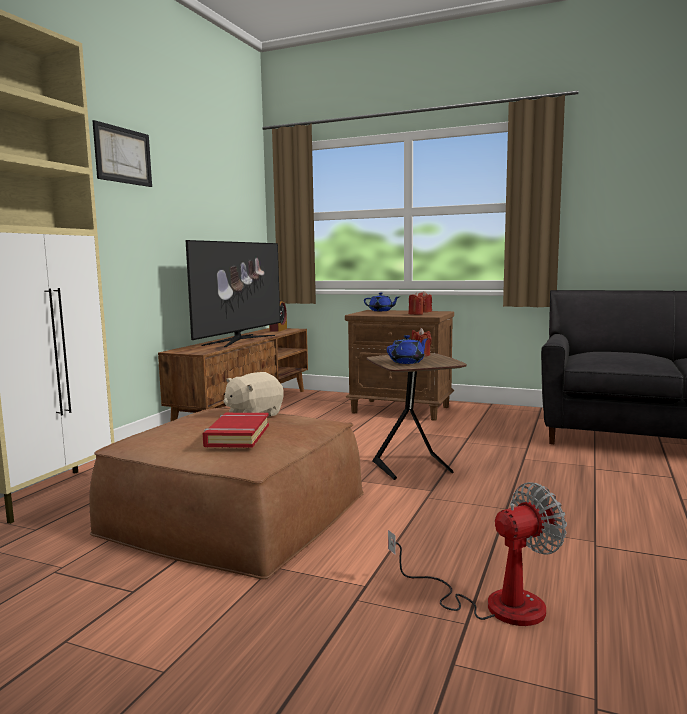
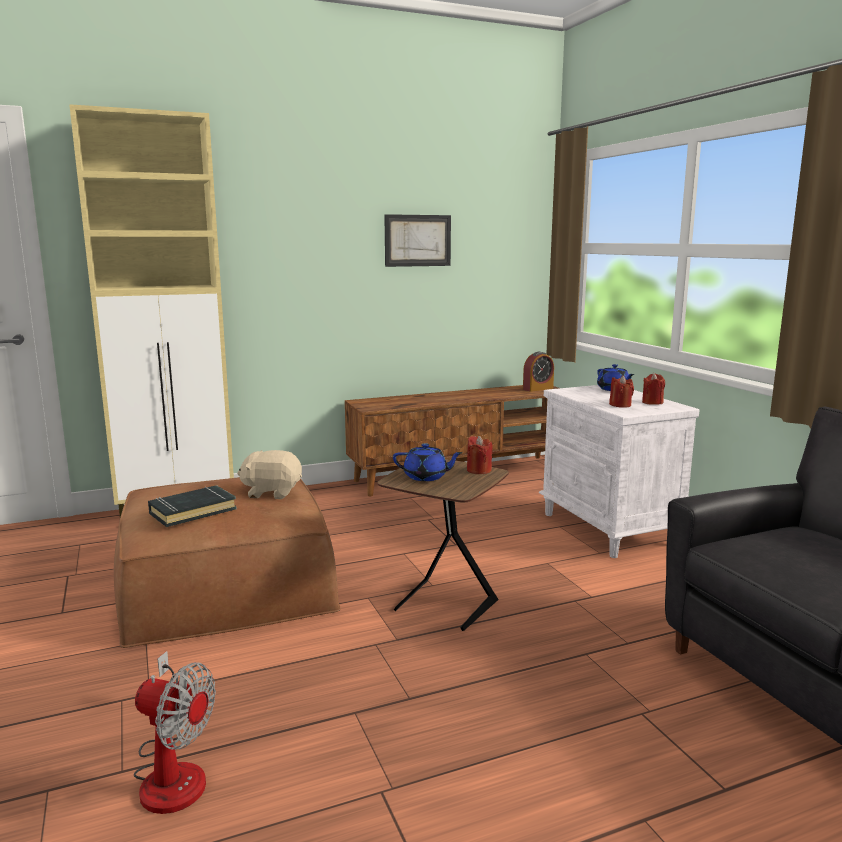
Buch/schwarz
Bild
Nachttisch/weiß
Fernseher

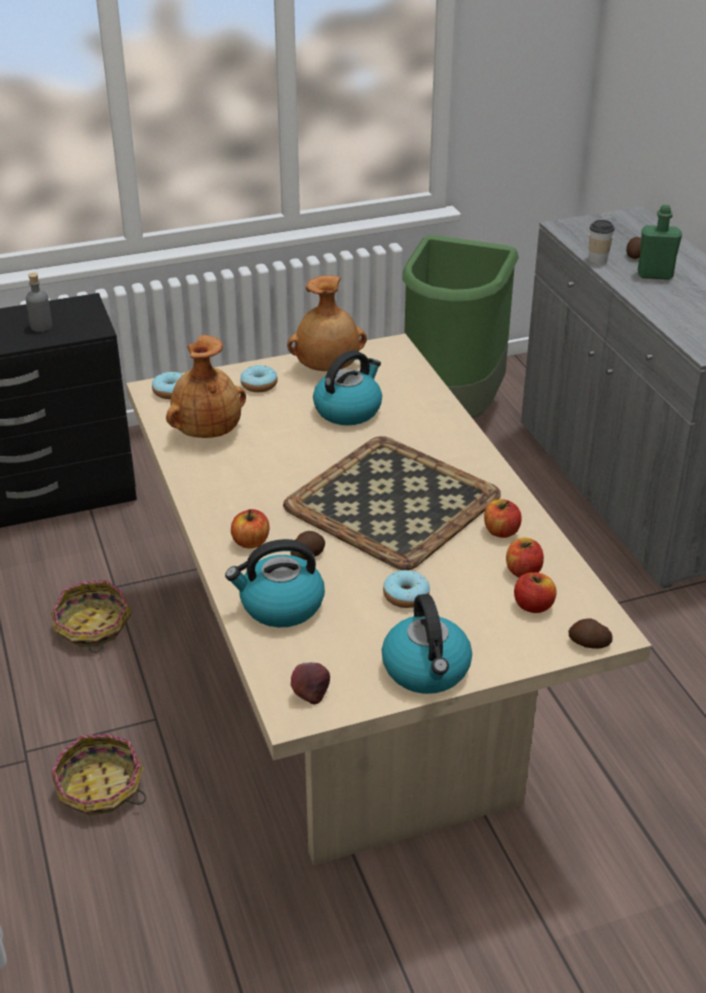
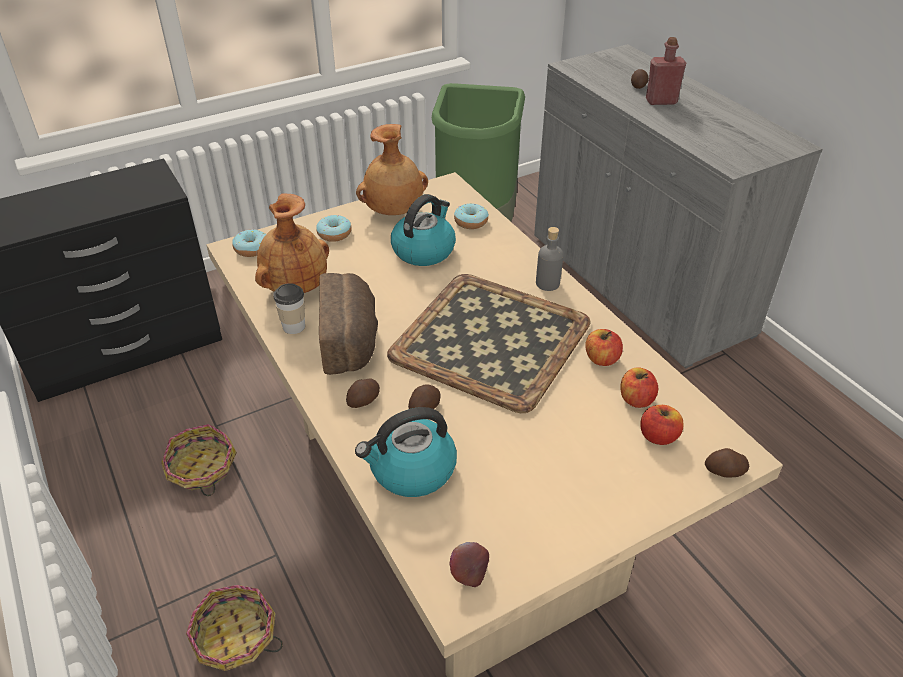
Tasse
Brot
Kartoffel (1st from left)
Donut (3rd from left)
Flasche/grau
Flasche/rot
Wasserkessel (3rd from left in the first image)

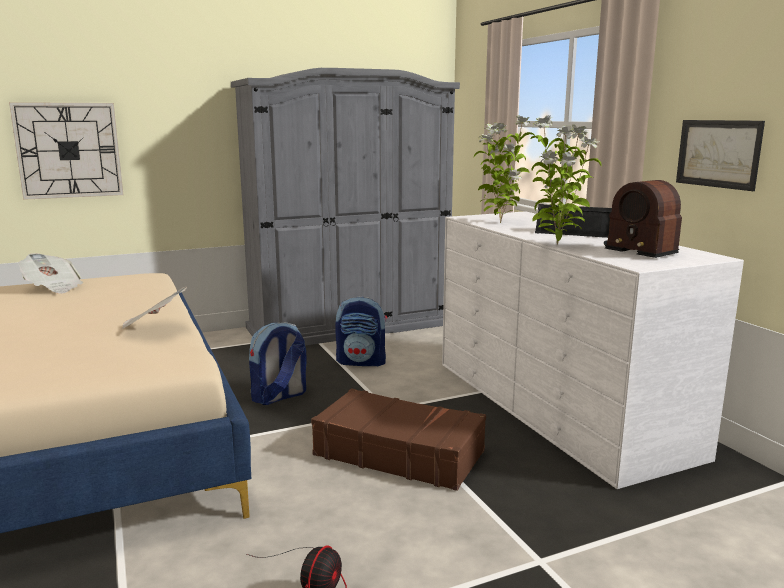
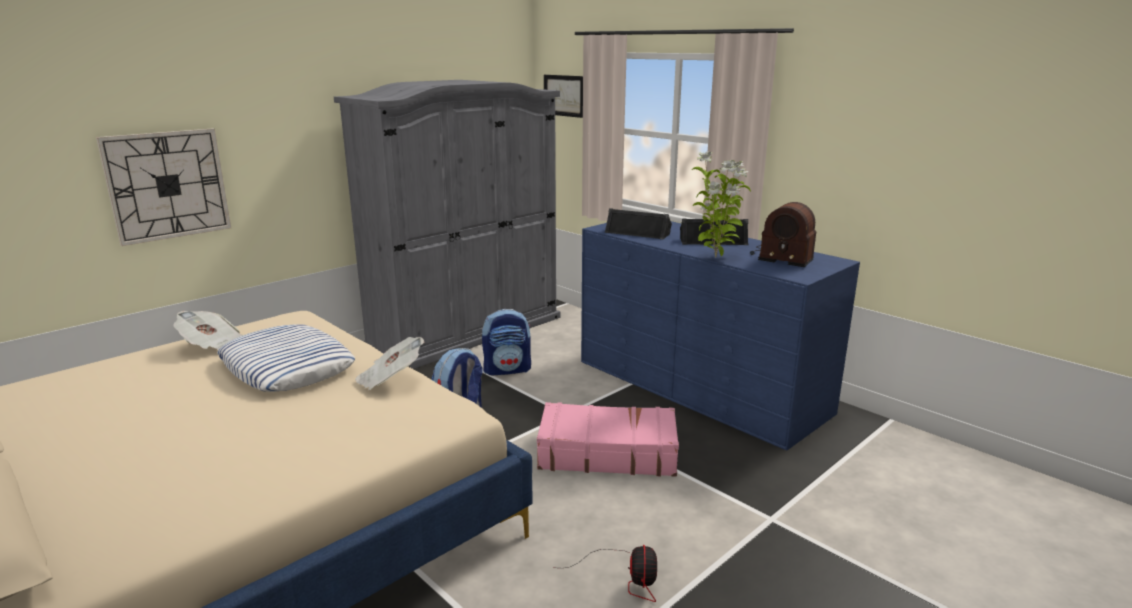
Kissen
Koffer/rosa
Bild
Kommode/blau
Lautsprecher/schwarz (1st from left)

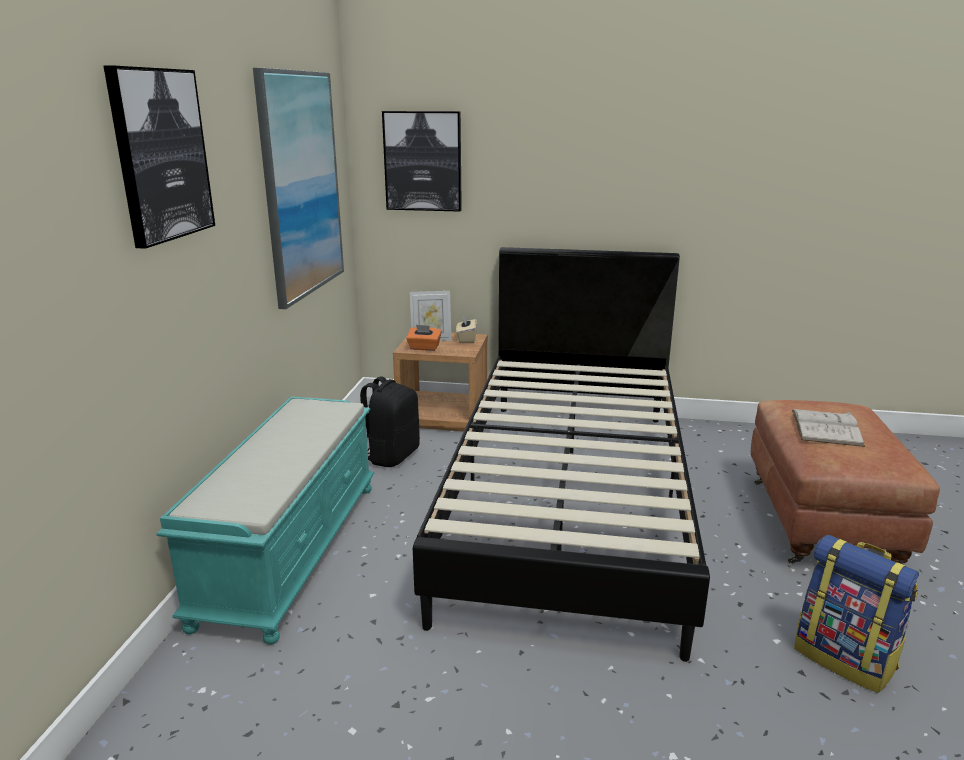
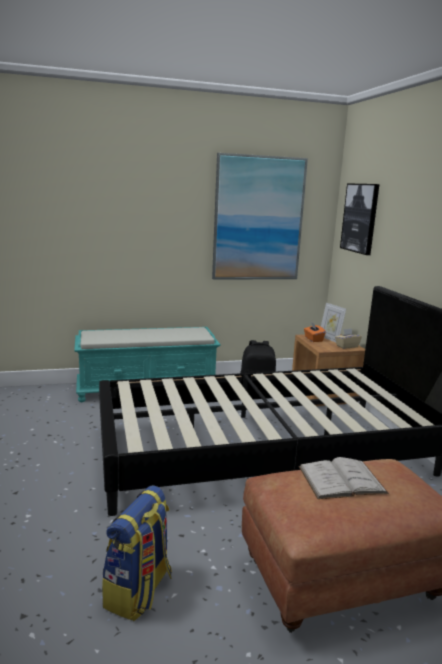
Bild (1st from left in the first image)

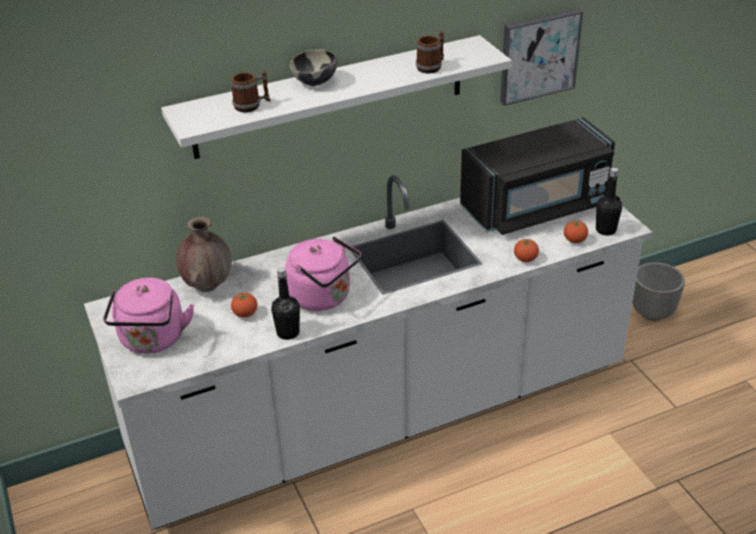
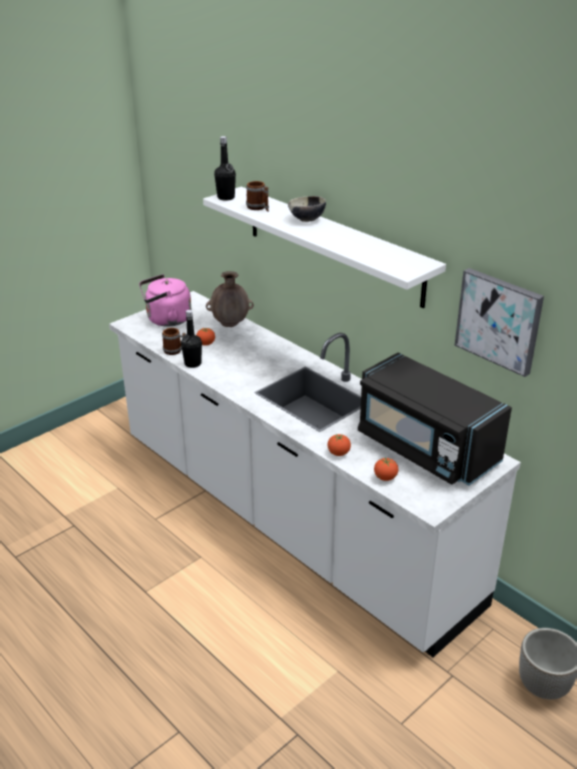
Henkelbecher (1st from left)
Flasche/schwarz (2nd from left)
Wasserkessel/rosa (2nd from left in the first image)

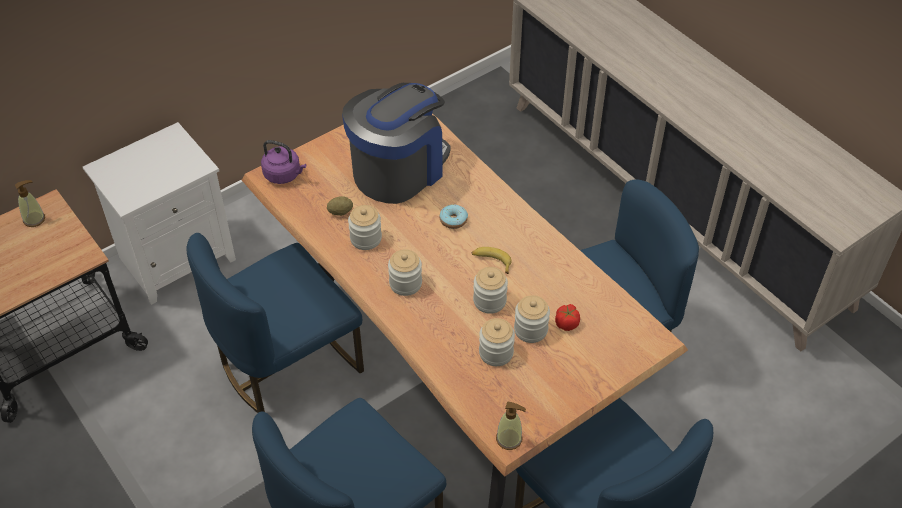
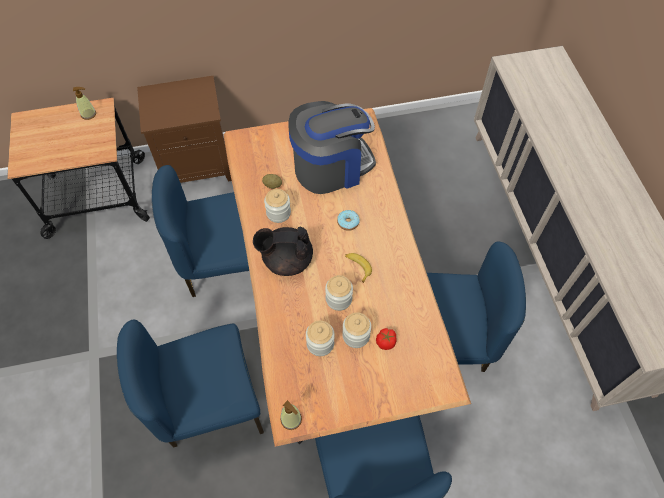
Nachttisch/braun
Teekanne/schwarz
Wasserkessel/lila

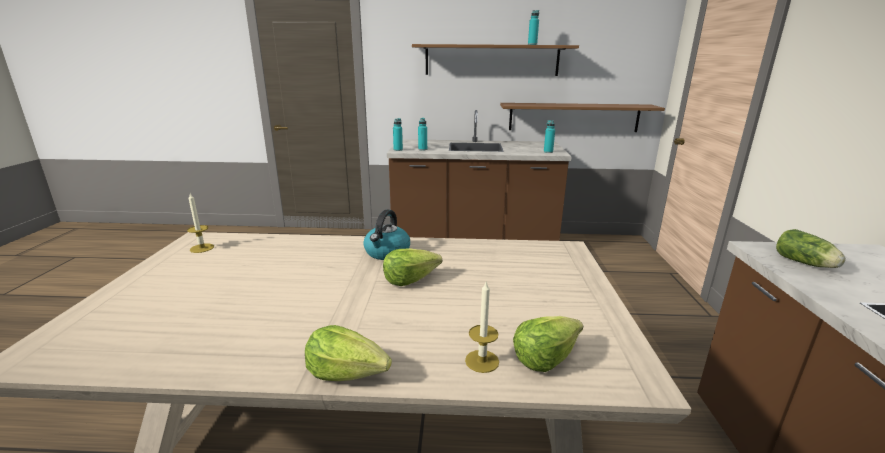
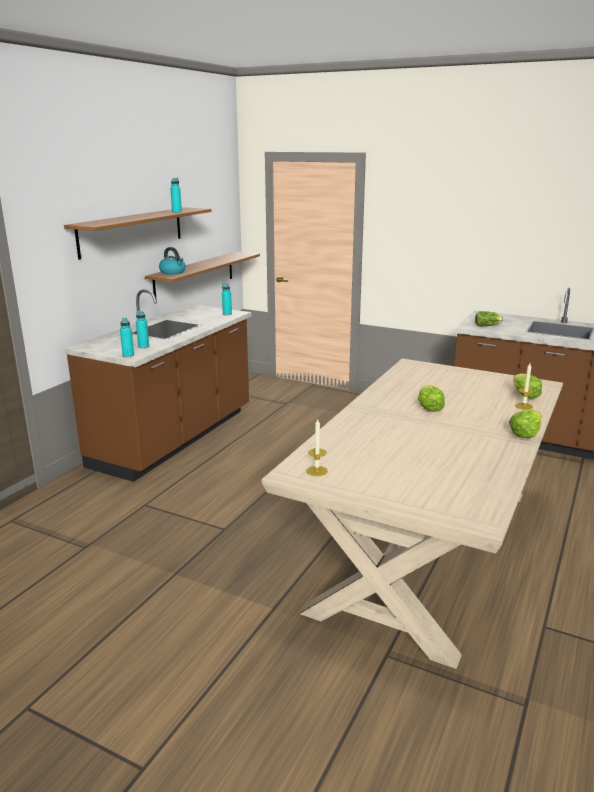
Wasserkessel

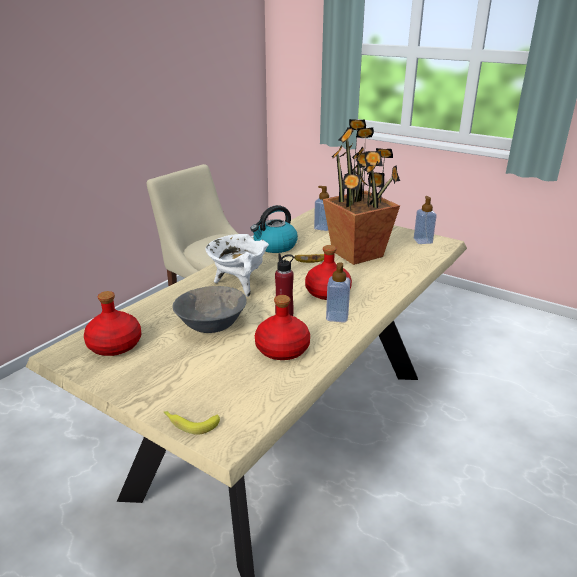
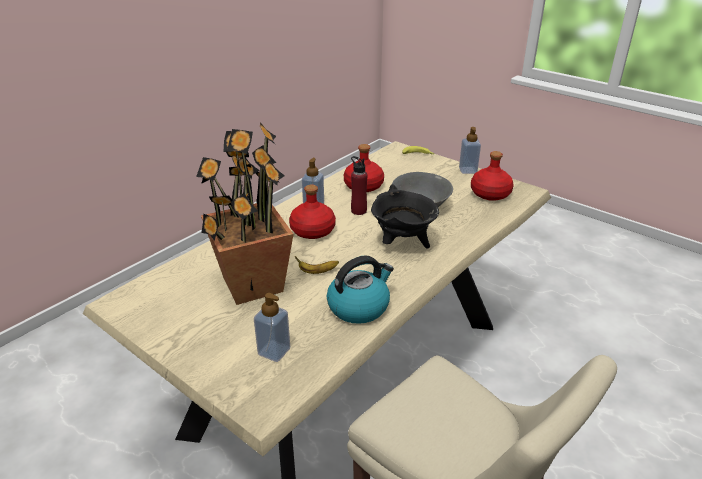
Kochtopf/schwarz
Seifenspender (3rd from left)

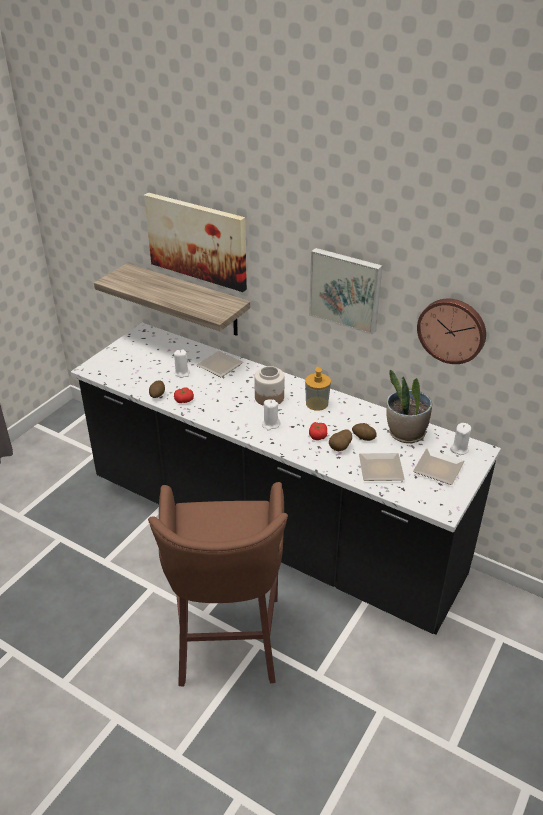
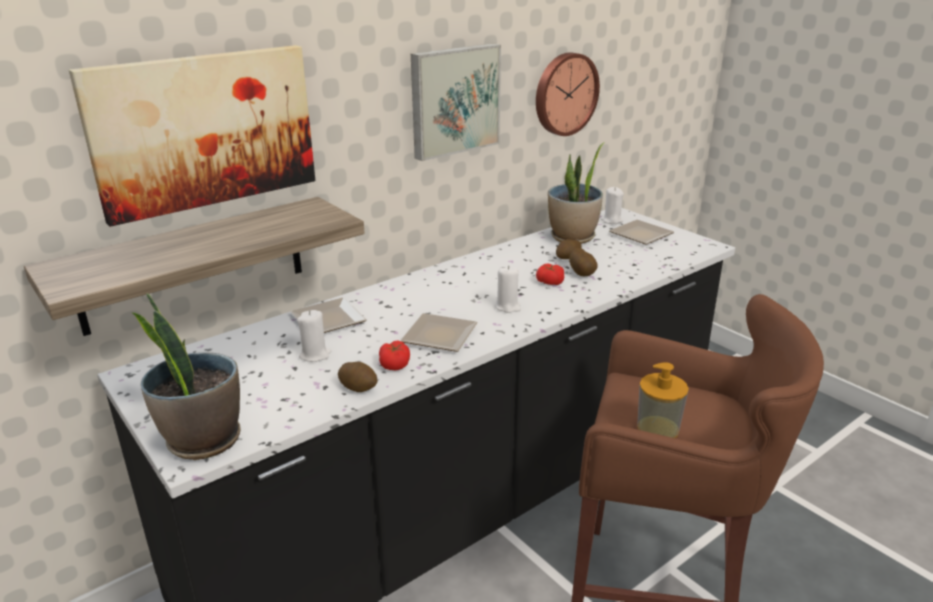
Topfpflanze (1st from left)
Teller (2nd from left)
Seifenspender
Vorratsglas

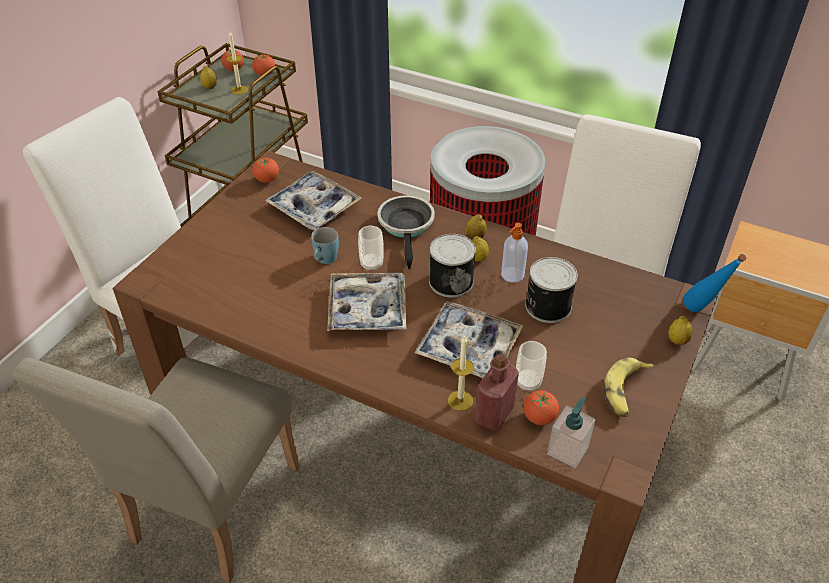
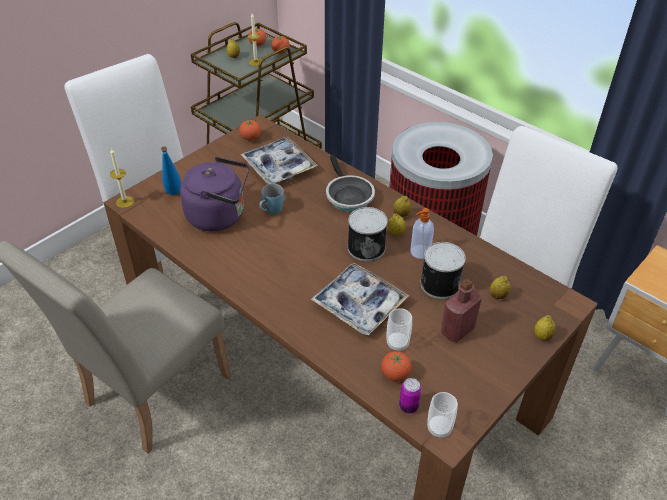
Kerze (1st from left)
Flasche/blau
Wasserkessel/lila
Pfanne
Dose (2nd from left)
Tasse (2nd from left)
Flasche/rot
Zitrone (4th from left)
Tablett (2nd from left in the first image)
Banane

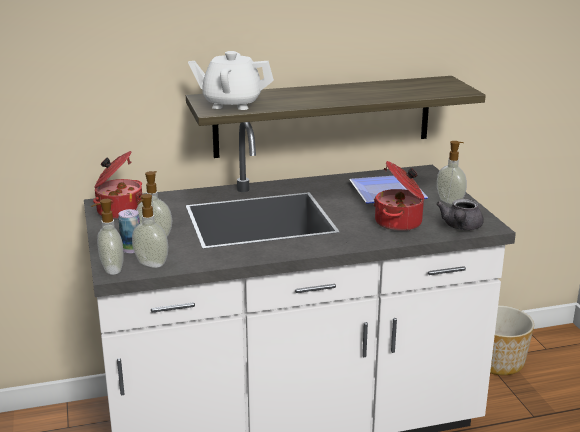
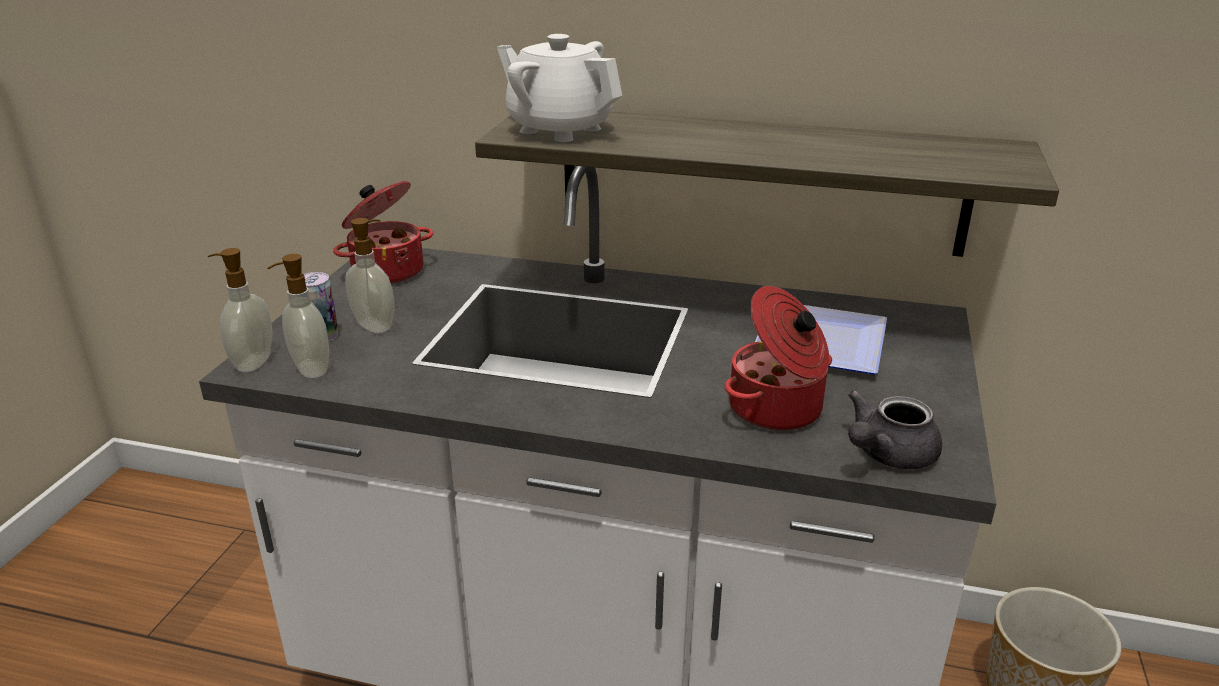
Seifenspender (4th from left in the first image)

